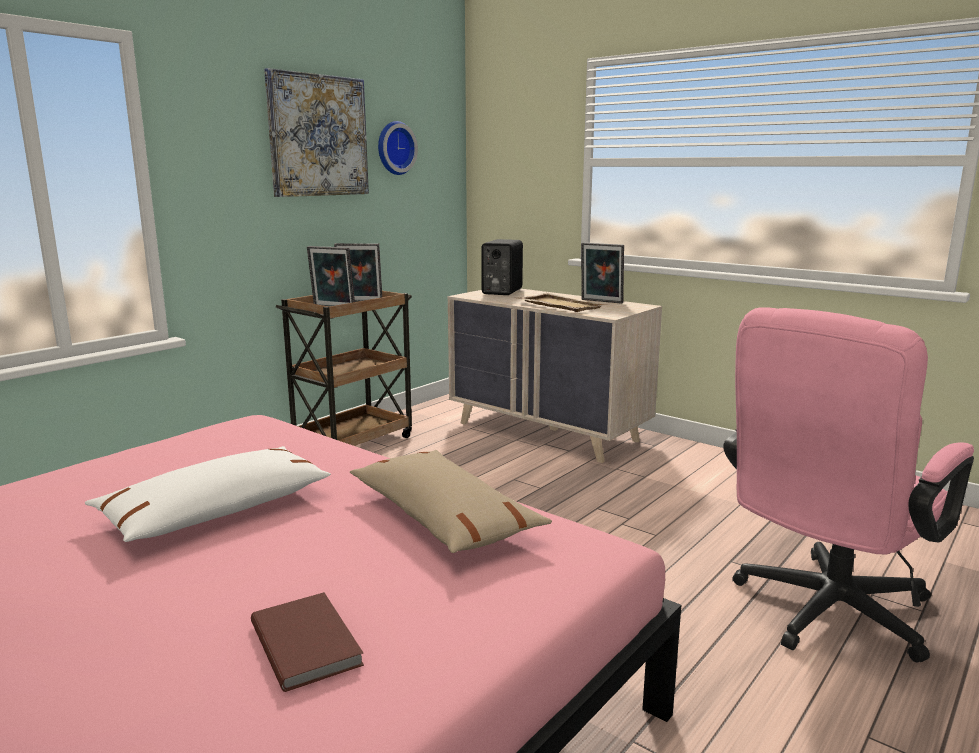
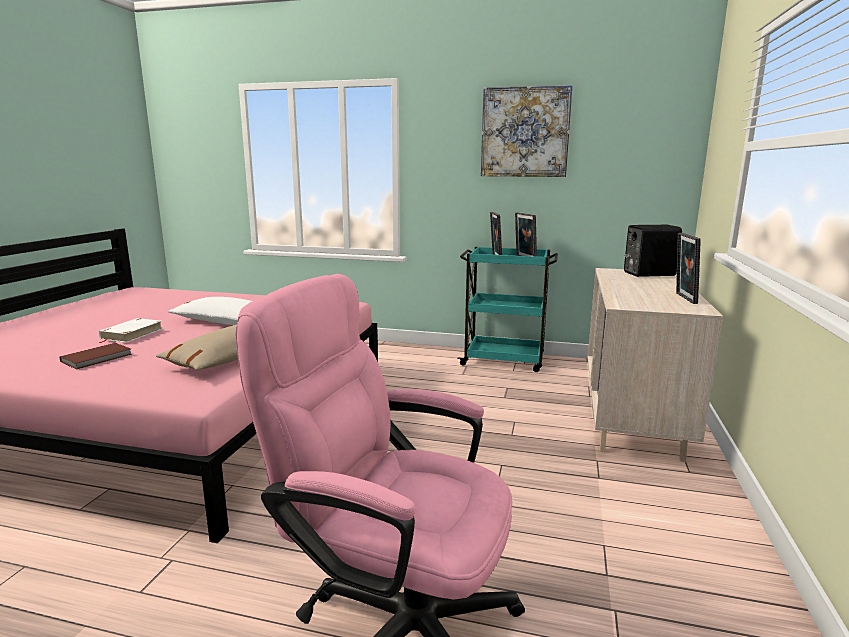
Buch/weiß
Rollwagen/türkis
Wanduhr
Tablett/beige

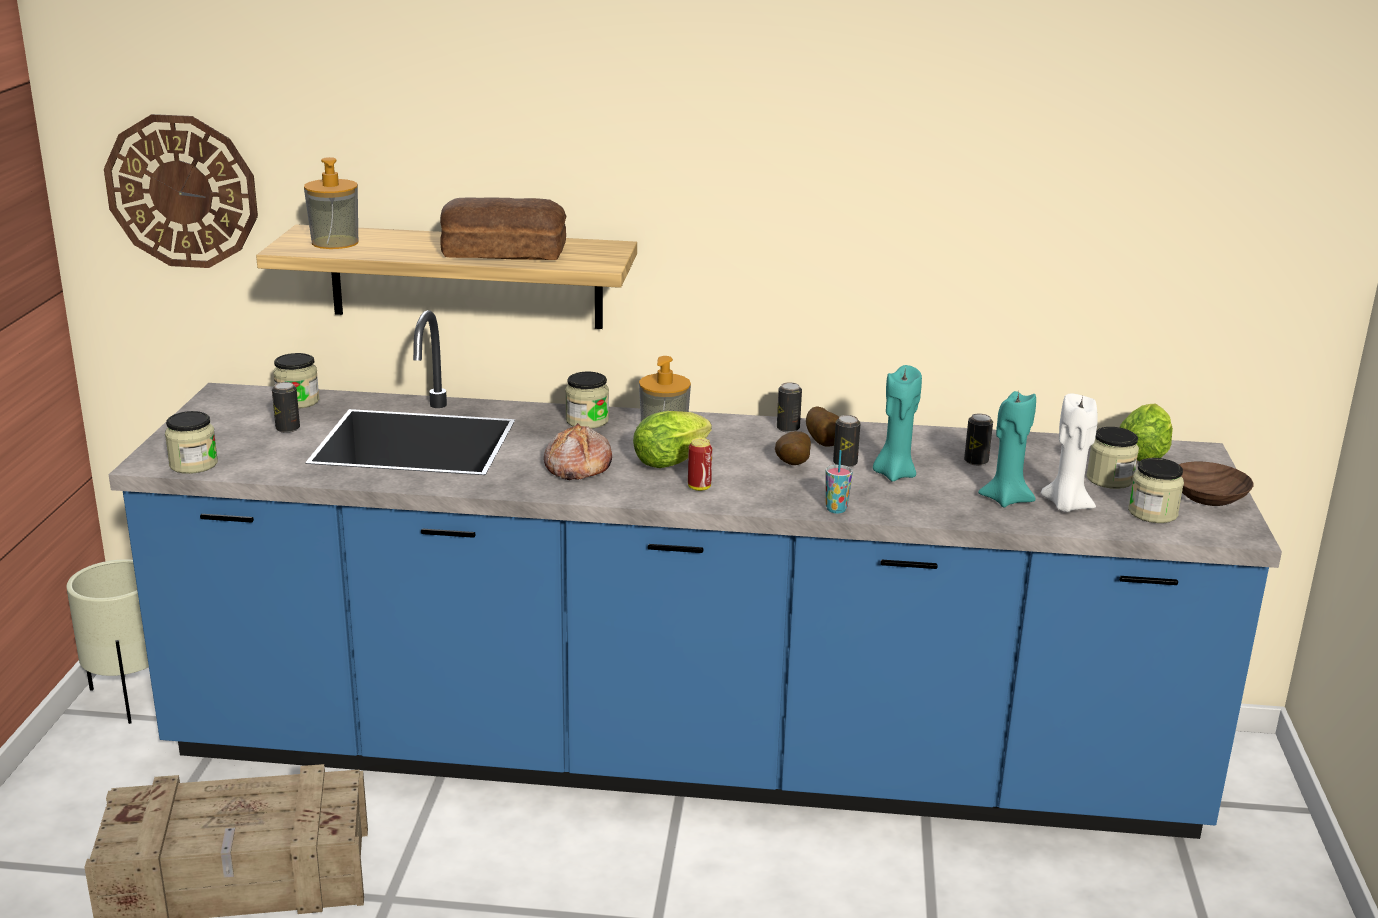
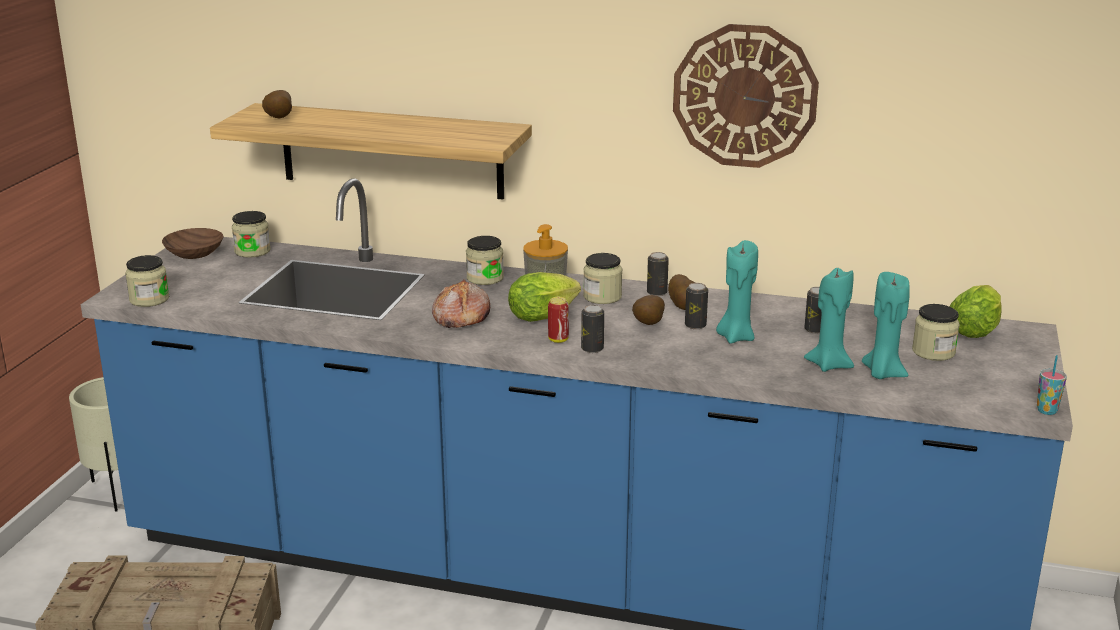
Schüssel/braun
Kartoffel (1st from left)
Dose (2nd from left)
Vorratsglas (4th from left)
Wanduhr
Kerze/türkis (3rd from left)
Tasse
Brot (1st from left in the first image)

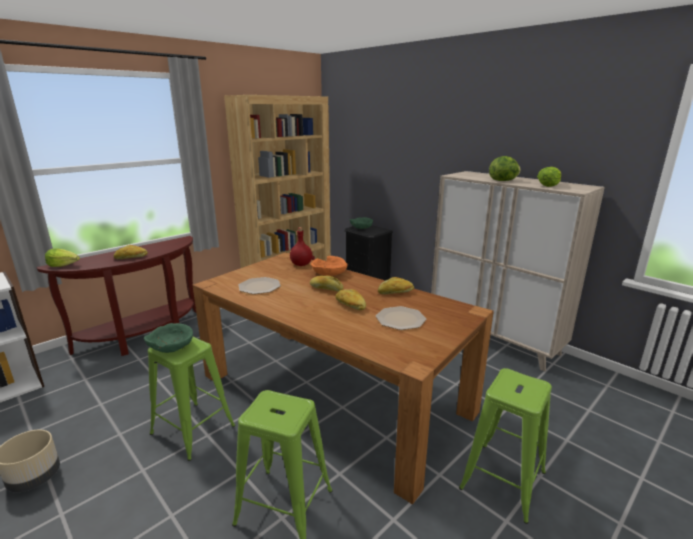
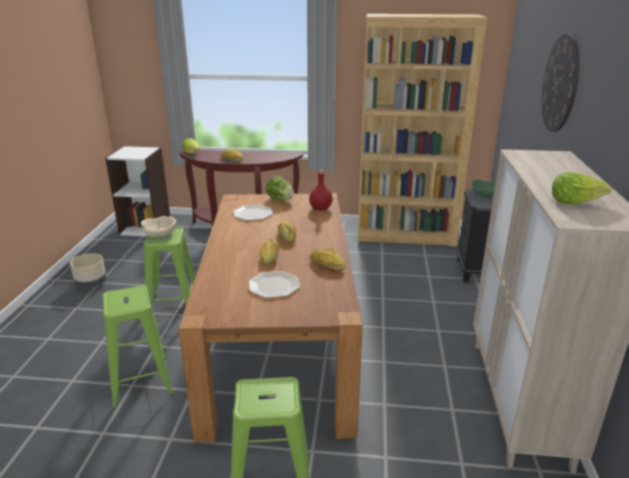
Schüssel/beige
Salatkopf (2nd from left)
Wanduhr
Schüssel/orange

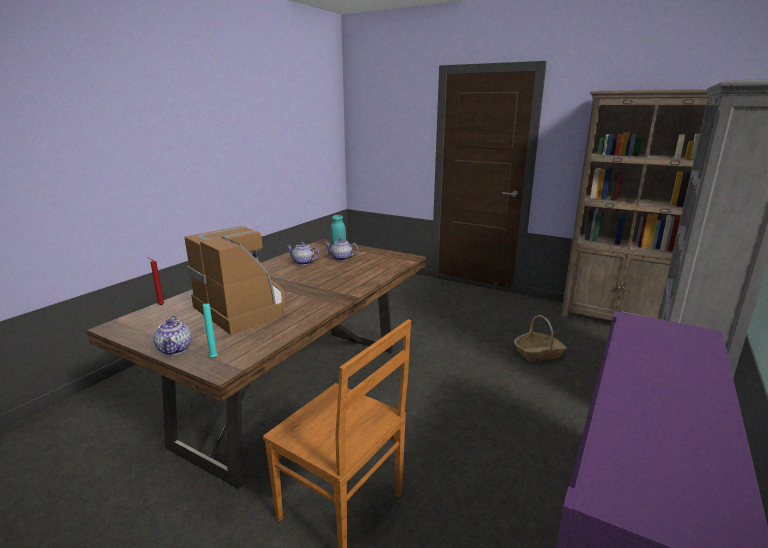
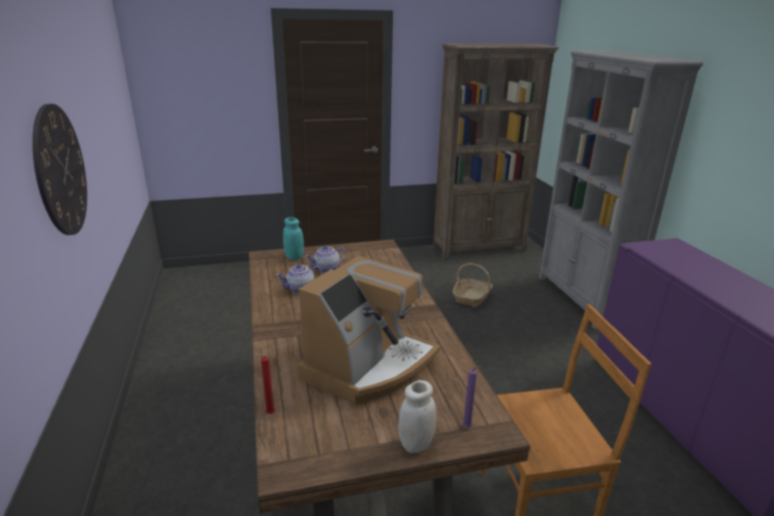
Wanduhr
Kaffeemaschine
Vorratsglas/weiß
Kerze/lila

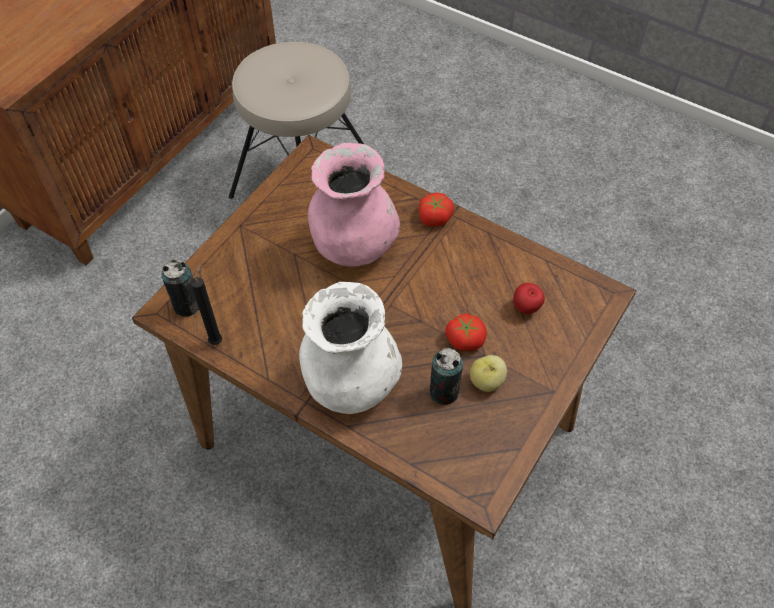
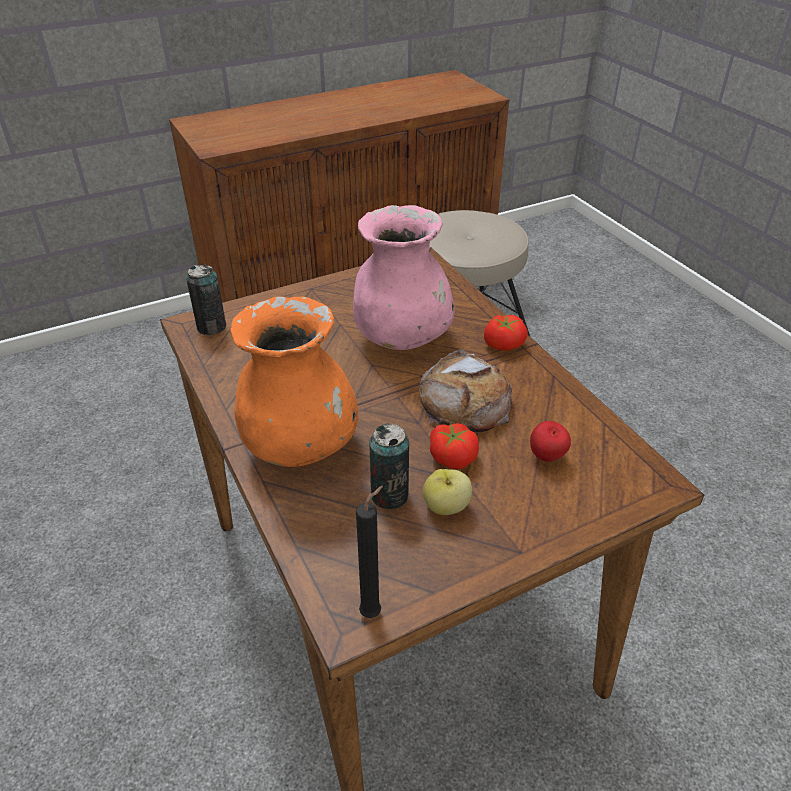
Vase/orange
Kerze/schwarz
Brot

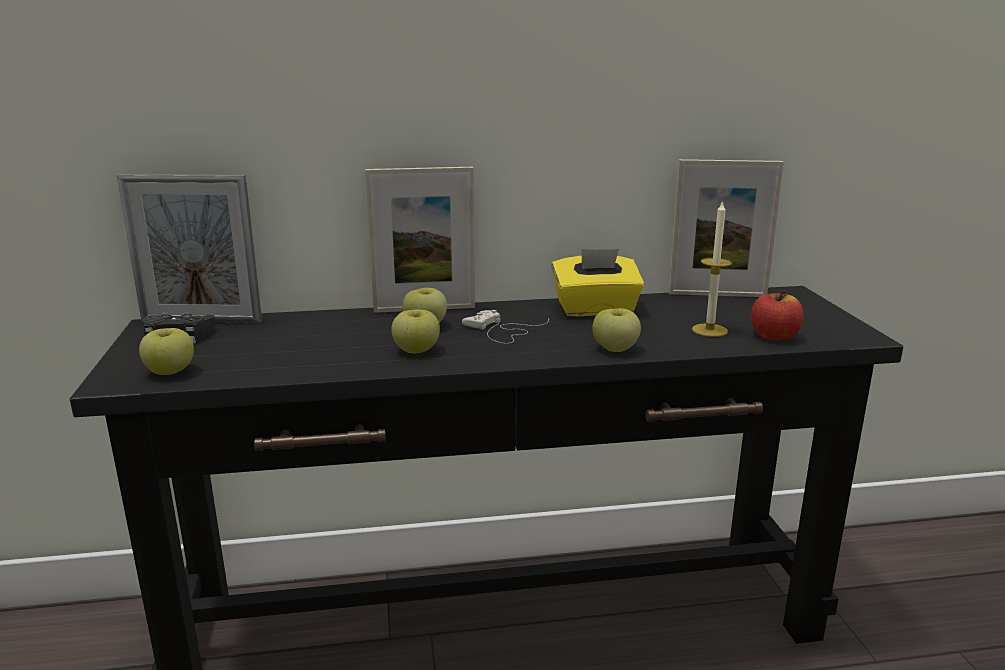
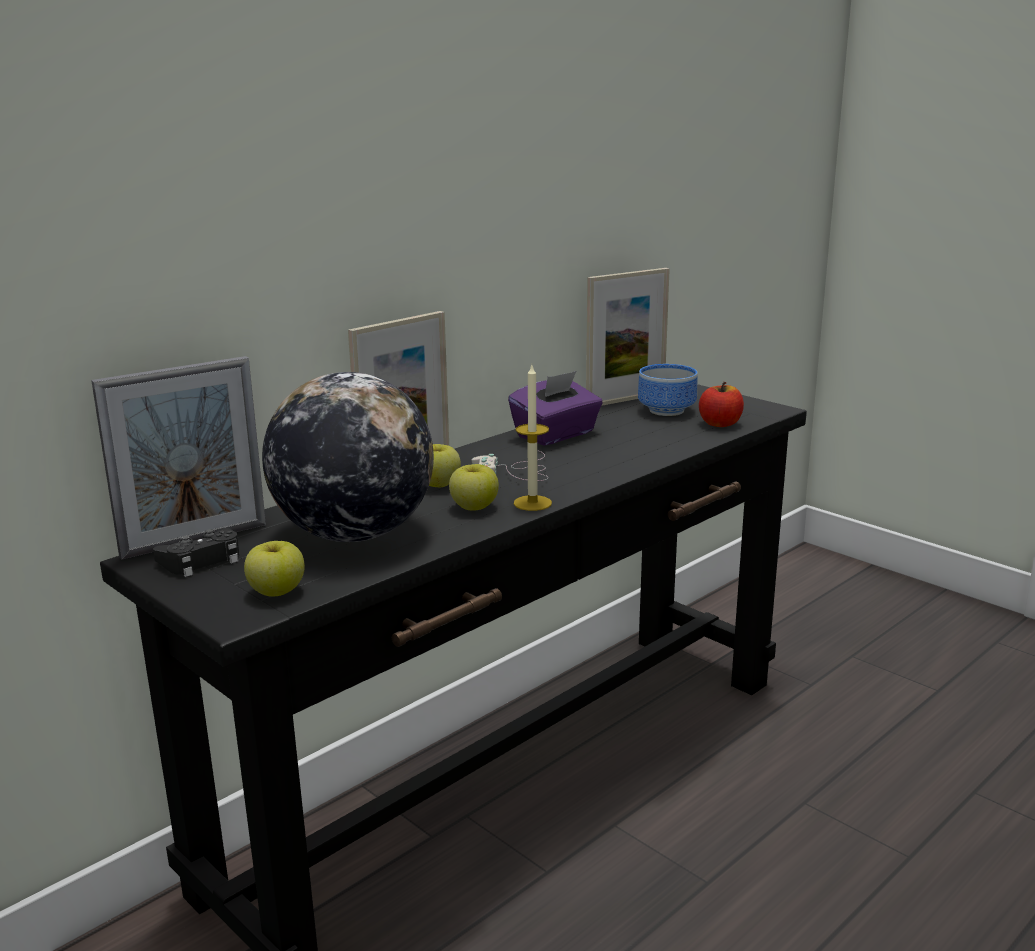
Globus
Taschentuchbox/lila
Kerze
Schüssel
Apfel (4th from left in the first image)

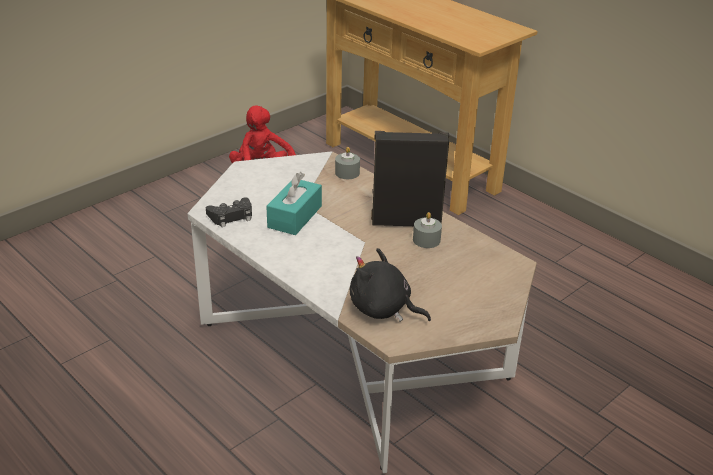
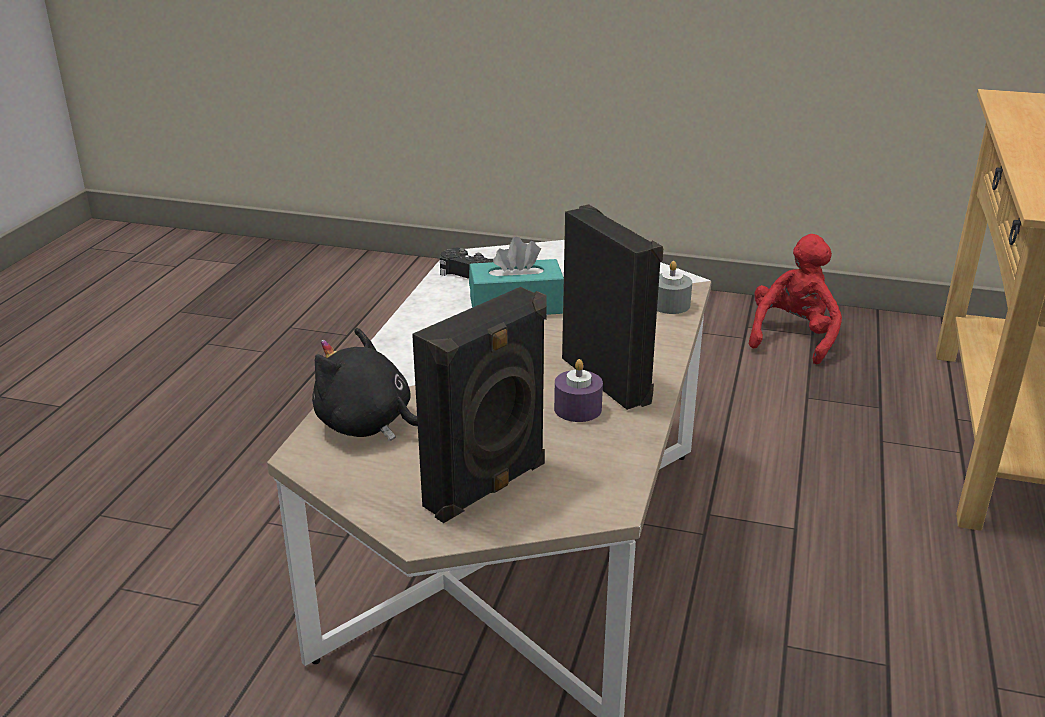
Plüschtier/schwarz
Lautsprecher/schwarz (1st from left)
Kerze/lila

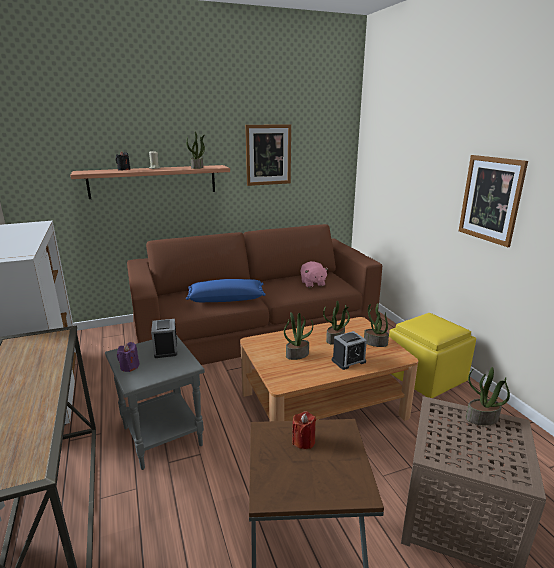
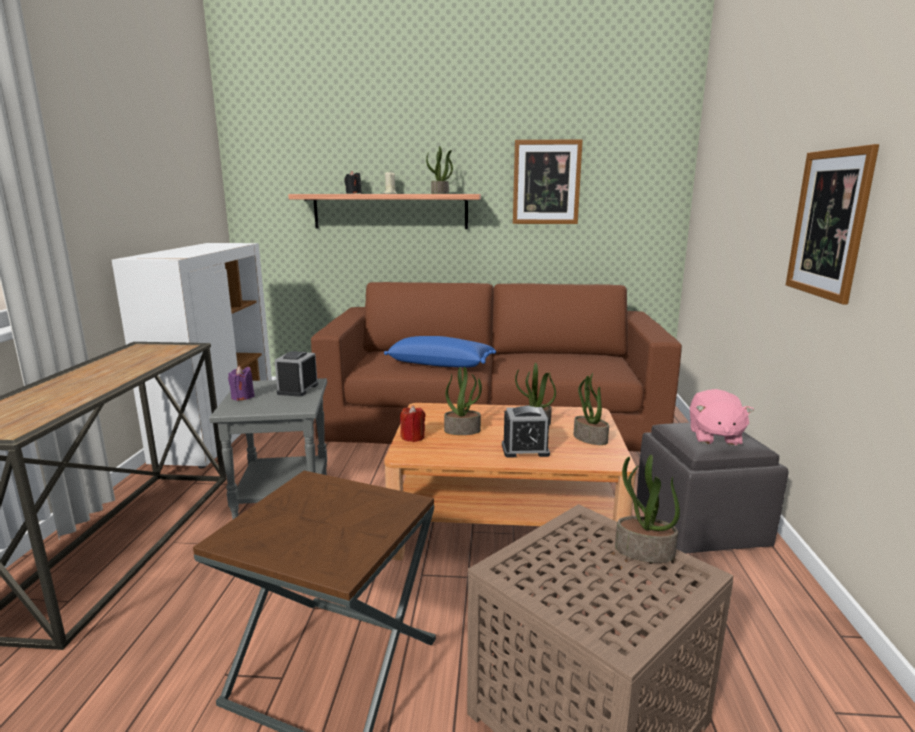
Kerze/rot
Polsterhocker/grau
Plüschtier/rosa

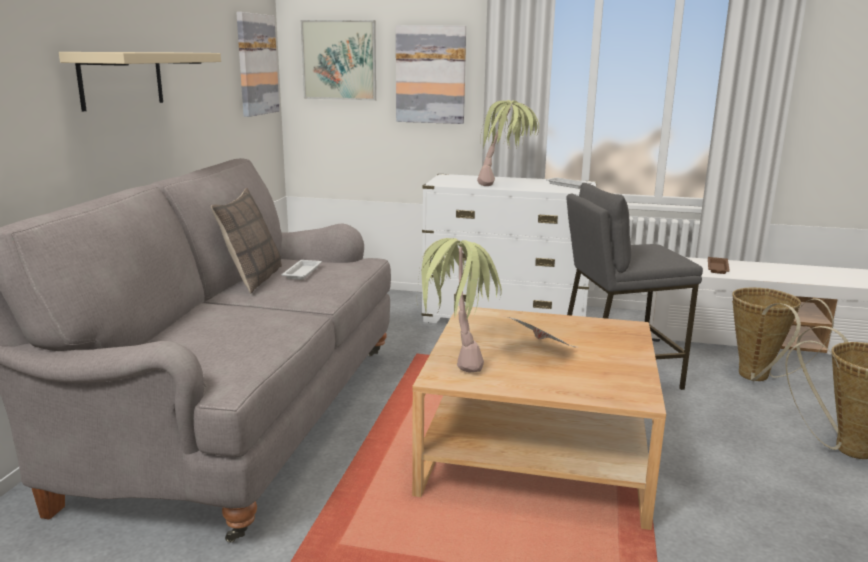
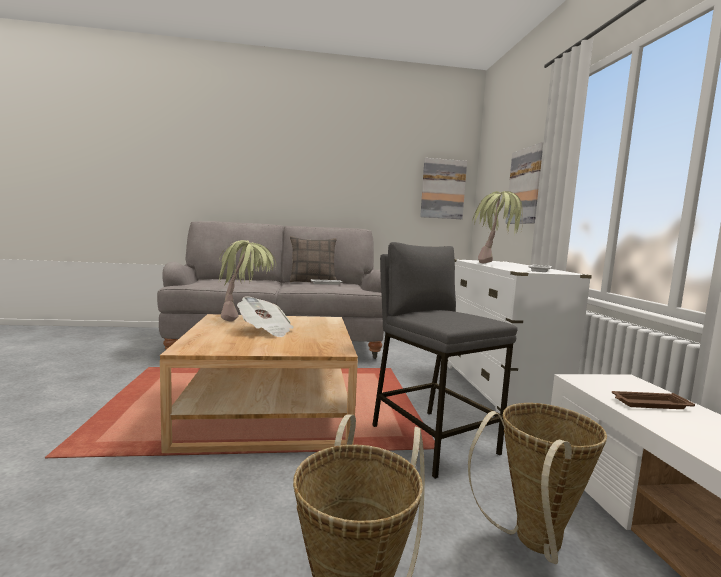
Wandregal/beige
Bild (2nd from left in the first image)

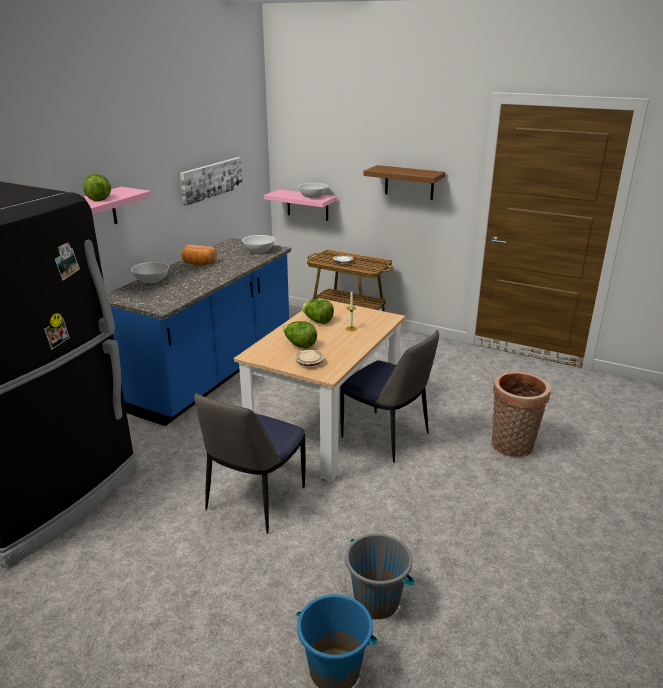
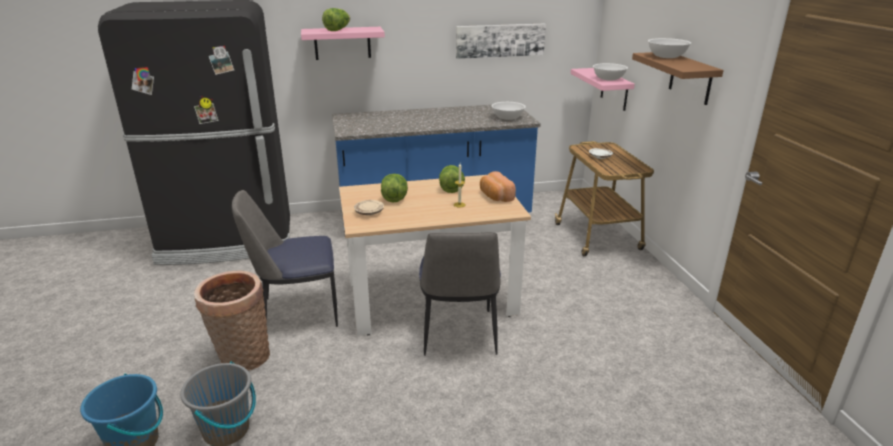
Korb
Brot
Schüssel/weiß (3rd from left)

